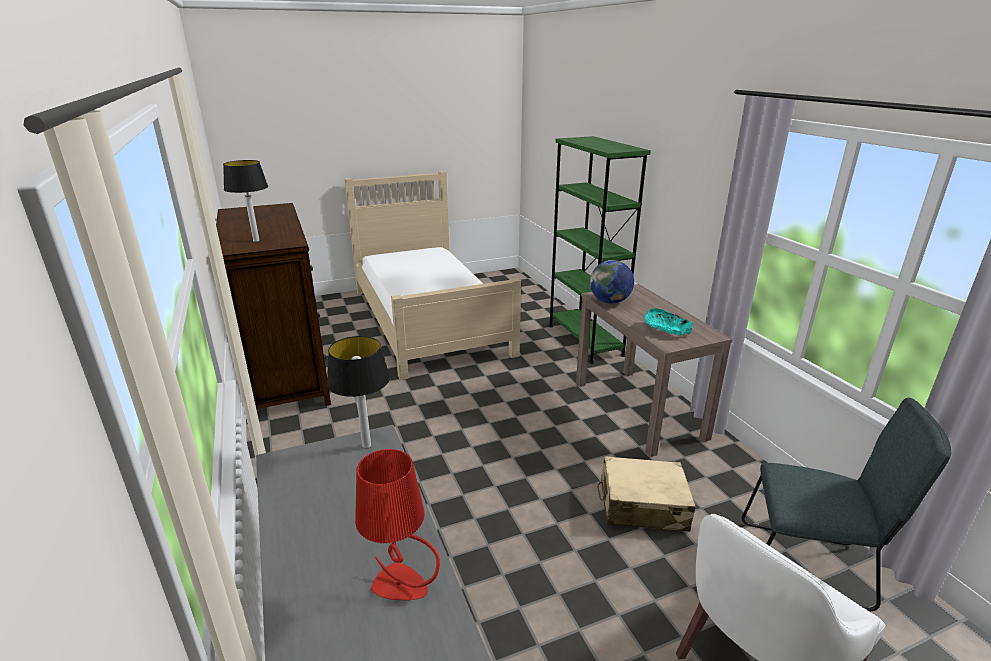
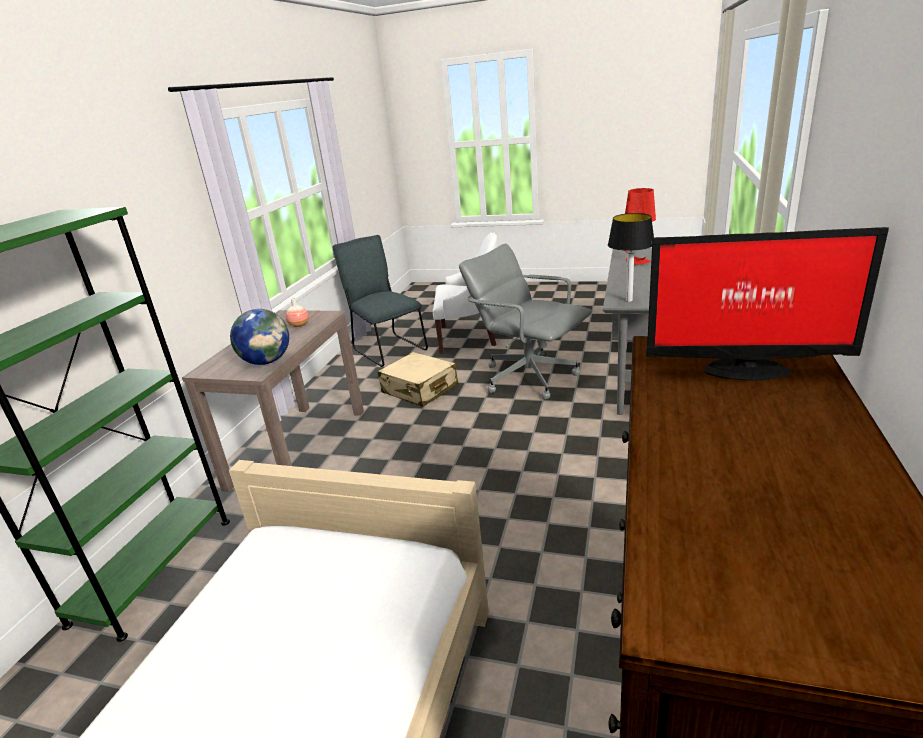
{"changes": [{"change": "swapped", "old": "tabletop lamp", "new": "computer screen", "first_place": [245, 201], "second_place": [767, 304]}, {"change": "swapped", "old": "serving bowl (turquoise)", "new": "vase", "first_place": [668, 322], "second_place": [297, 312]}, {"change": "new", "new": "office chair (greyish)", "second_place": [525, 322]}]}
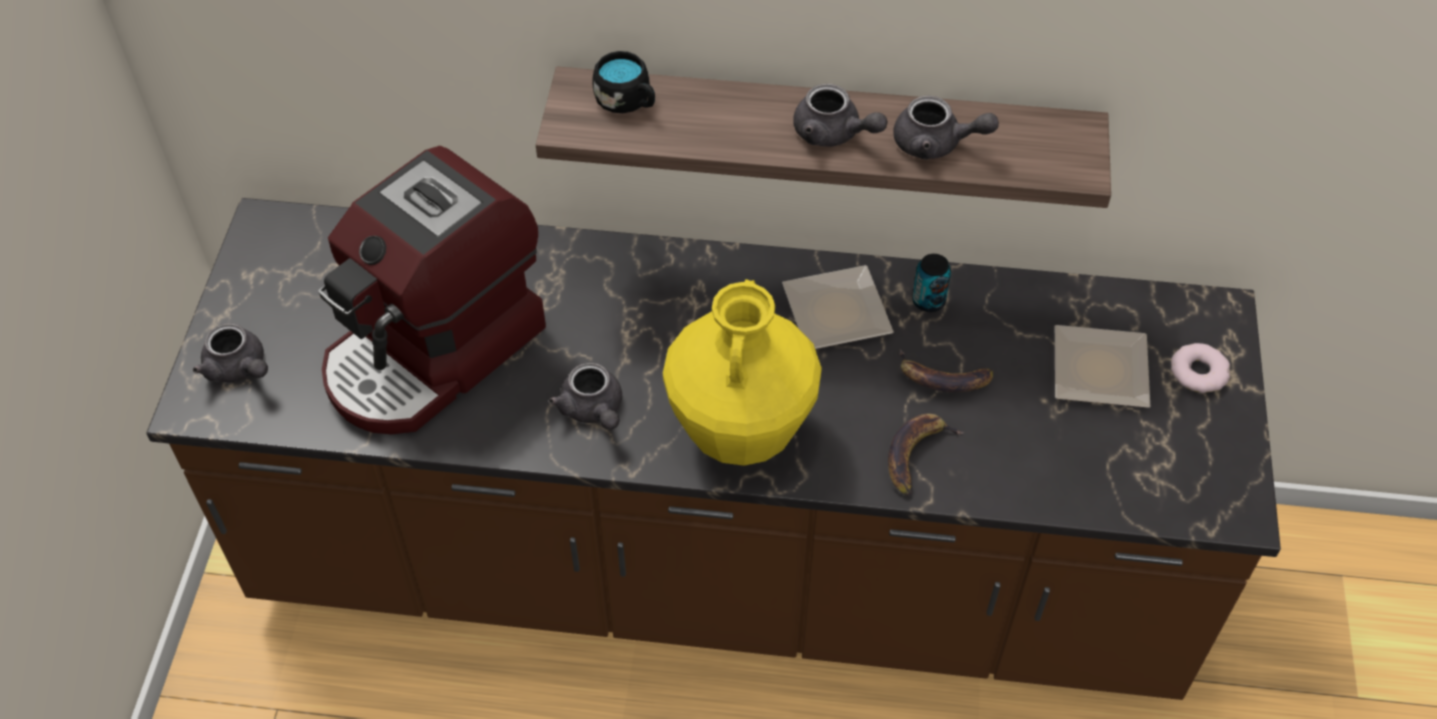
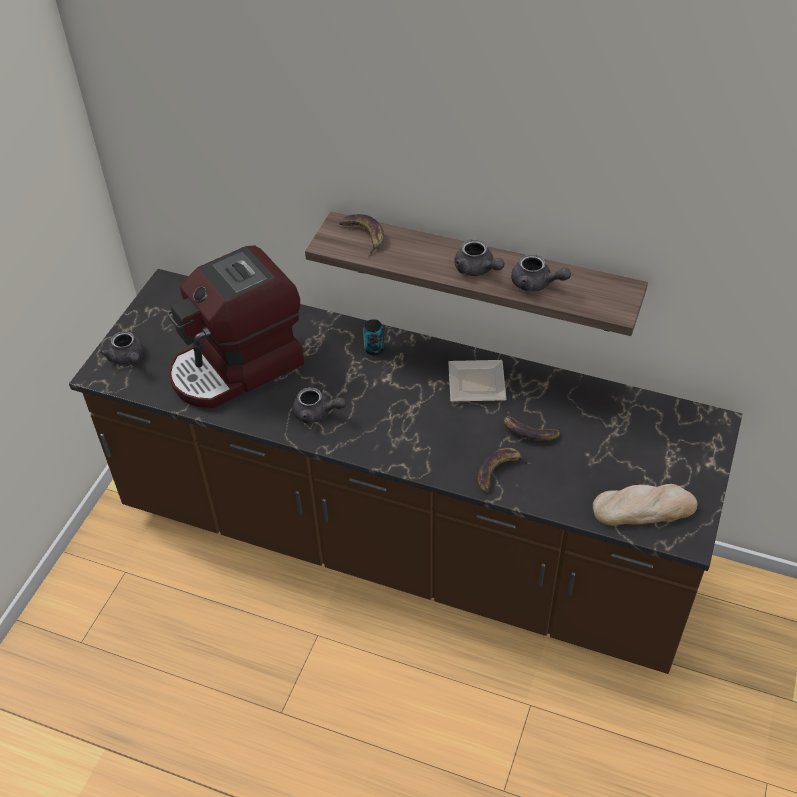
{"changes": [{"change": "swapped", "old": "coffee mug (black)", "new": "whole banana", "first_place": [623, 82], "second_place": [361, 235]}, {"change": "shifted", "old": "metal can", "first_place": [931, 283], "second_place": [373, 337]}, {"change": "gone", "old": "vase (yellowish)", "first_place": [742, 372]}, {"change": "gone", "old": "plate", "first_place": [1102, 366]}, {"change": "gone", "old": "doughnut", "first_place": [1200, 368]}, {"change": "rotated", "old": "pot for tea (greyish)", "first_place": [585, 396], "second_place": [319, 405], "degrees": -60}, {"change": "new", "new": "baked bread", "second_place": [645, 505]}]}
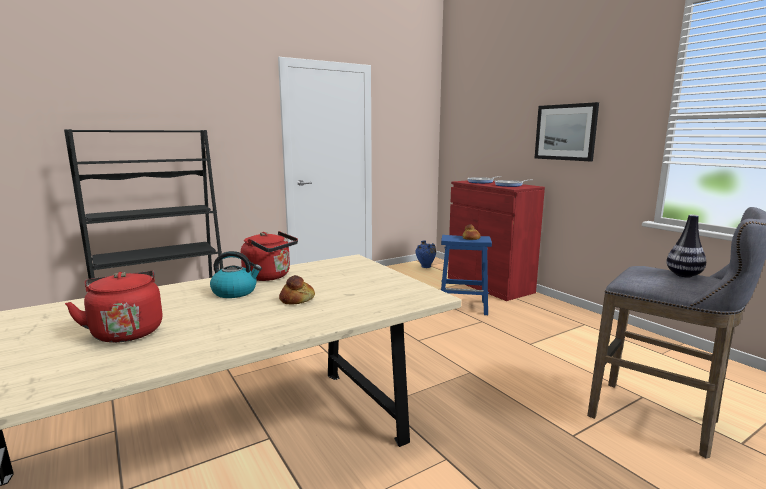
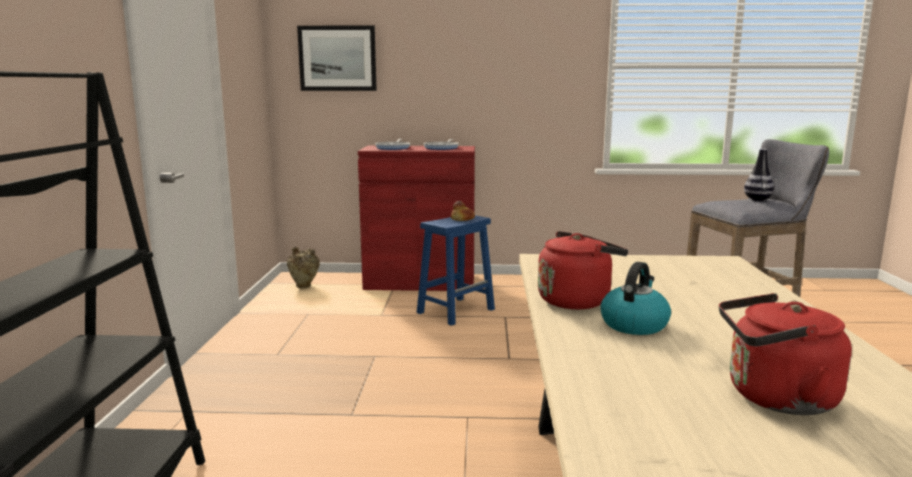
{"changes": [{"change": "shifted", "old": "wall picture", "first_place": [567, 131], "second_place": [337, 58]}, {"change": "repainted", "old": "vase (blue)", "new": "vase (beige-coloured)", "first_place": [426, 254], "second_place": [303, 267]}, {"change": "gone", "old": "baked bread", "first_place": [297, 289]}]}
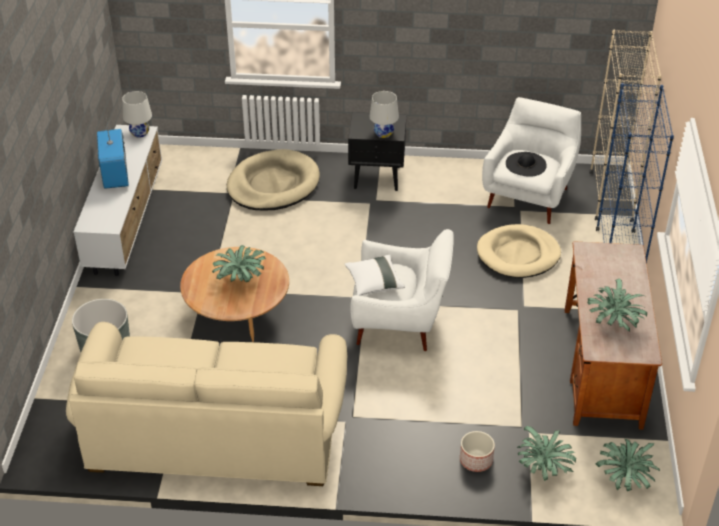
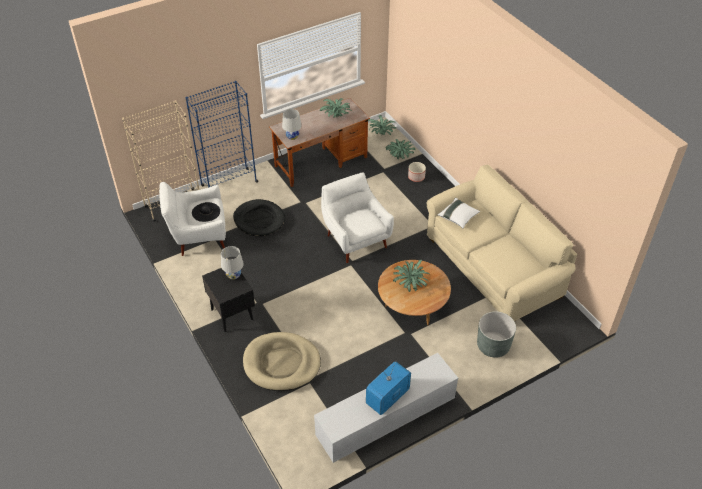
{"changes": [{"change": "shifted", "old": "tabletop lamp (whitish)", "first_place": [137, 114], "second_place": [292, 124]}, {"change": "repainted", "old": "dog cushion (beige-coloured)", "new": "dog cushion (black)", "first_place": [519, 251], "second_place": [259, 217]}, {"change": "shifted", "old": "throw pillow (whitish)", "first_place": [375, 275], "second_place": [459, 213]}]}
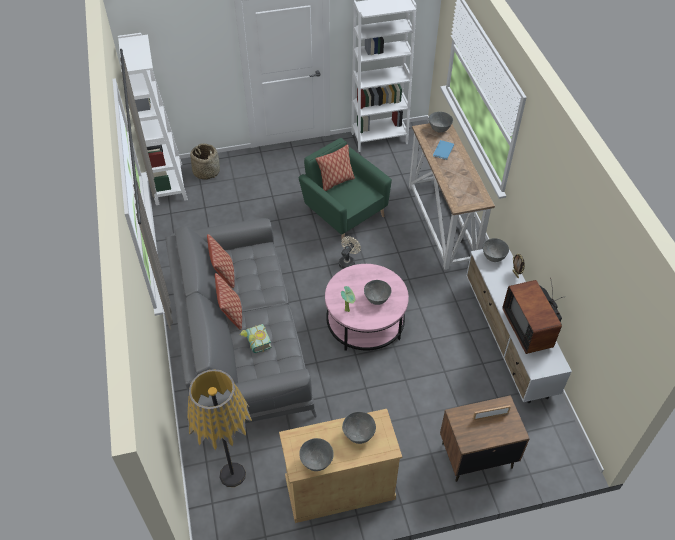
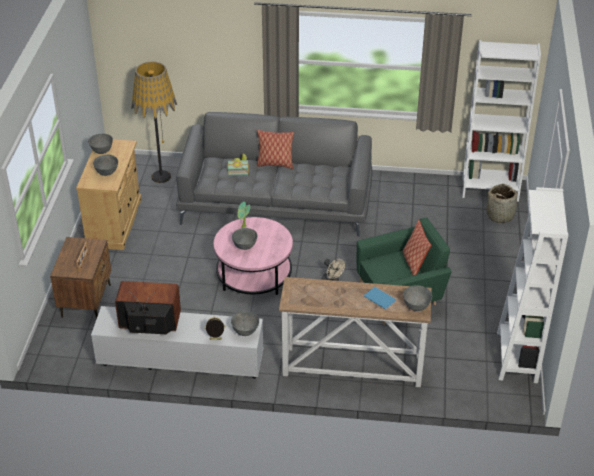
{"changes": [{"change": "gone", "old": "throw pillow", "first_place": [221, 261]}]}
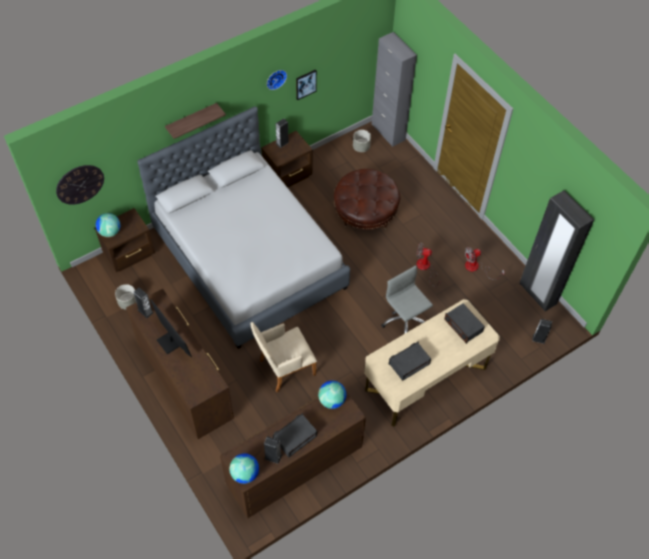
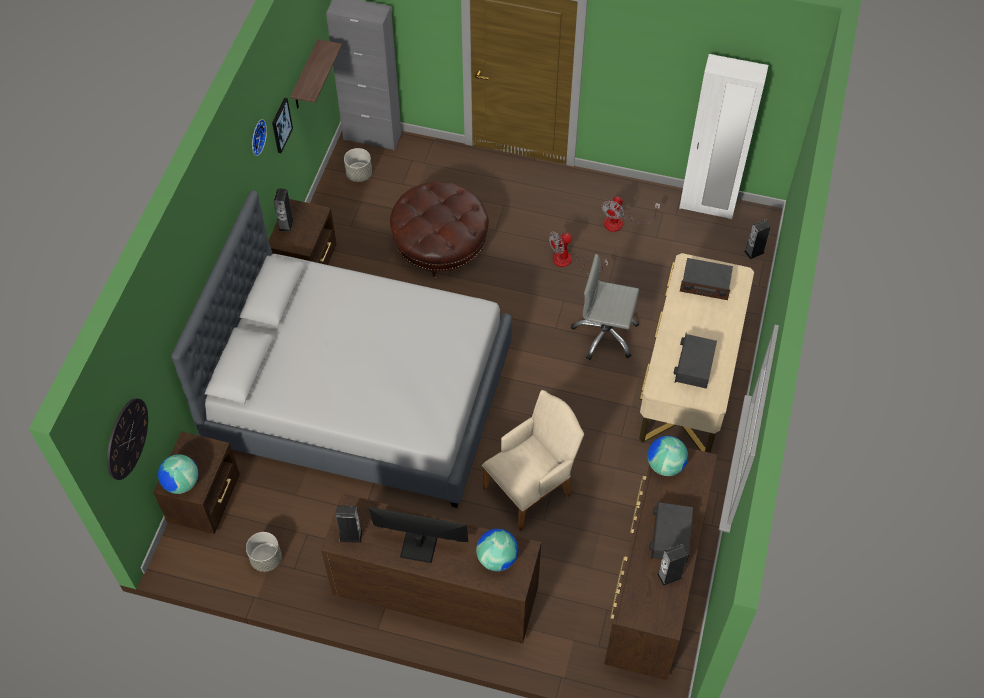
{"changes": [{"change": "shifted", "old": "shelf", "first_place": [195, 121], "second_place": [316, 73]}, {"change": "repainted", "old": "armoire (black)", "new": "armoire (whitish)", "first_place": [557, 250], "second_place": [723, 136]}, {"change": "rotated", "old": "easy chair (beige-coloured)", "first_place": [284, 357], "second_place": [533, 460], "degrees": -150}, {"change": "shifted", "old": "globe", "first_place": [244, 469], "second_place": [497, 550]}]}
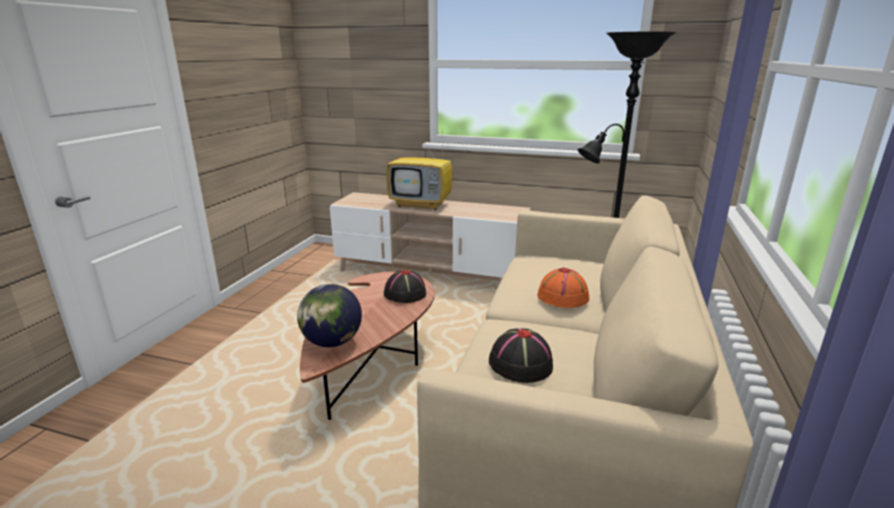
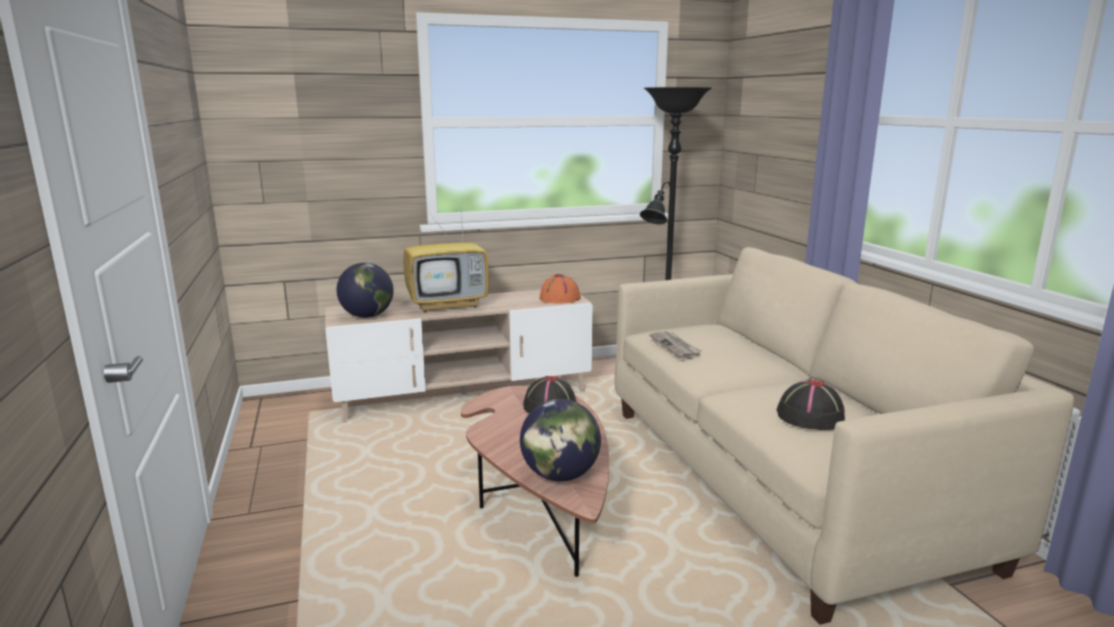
{"changes": [{"change": "shifted", "old": "wearable hat (orange-coloured)", "first_place": [563, 288], "second_place": [560, 288]}, {"change": "new", "new": "globe", "second_place": [365, 290]}, {"change": "new", "new": "daily paper", "second_place": [675, 345]}]}
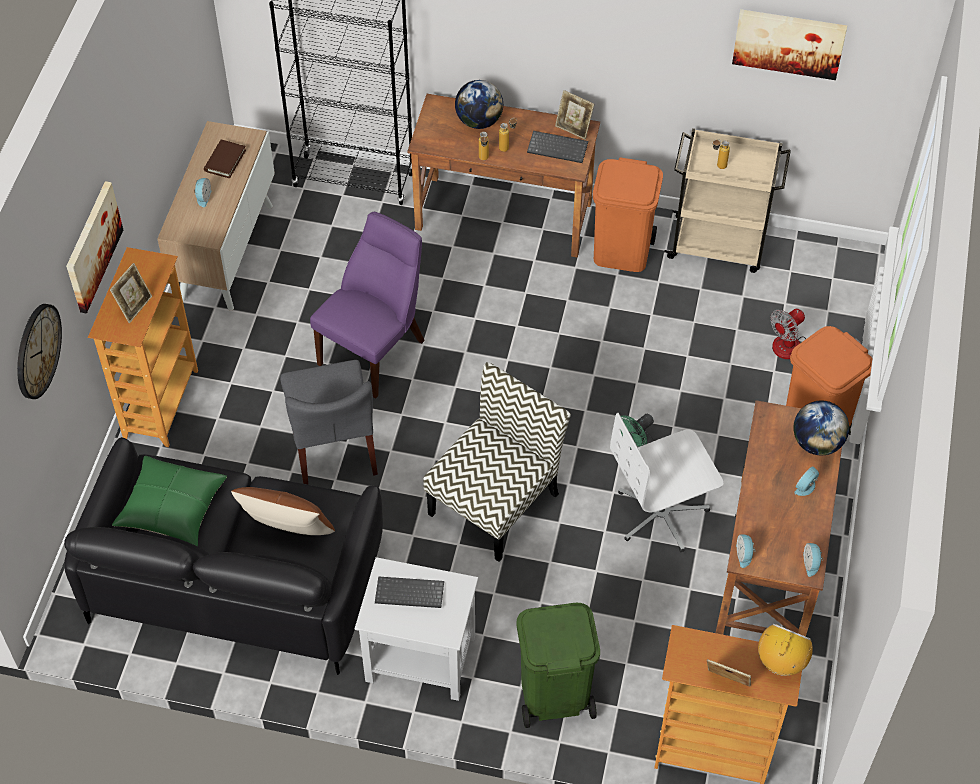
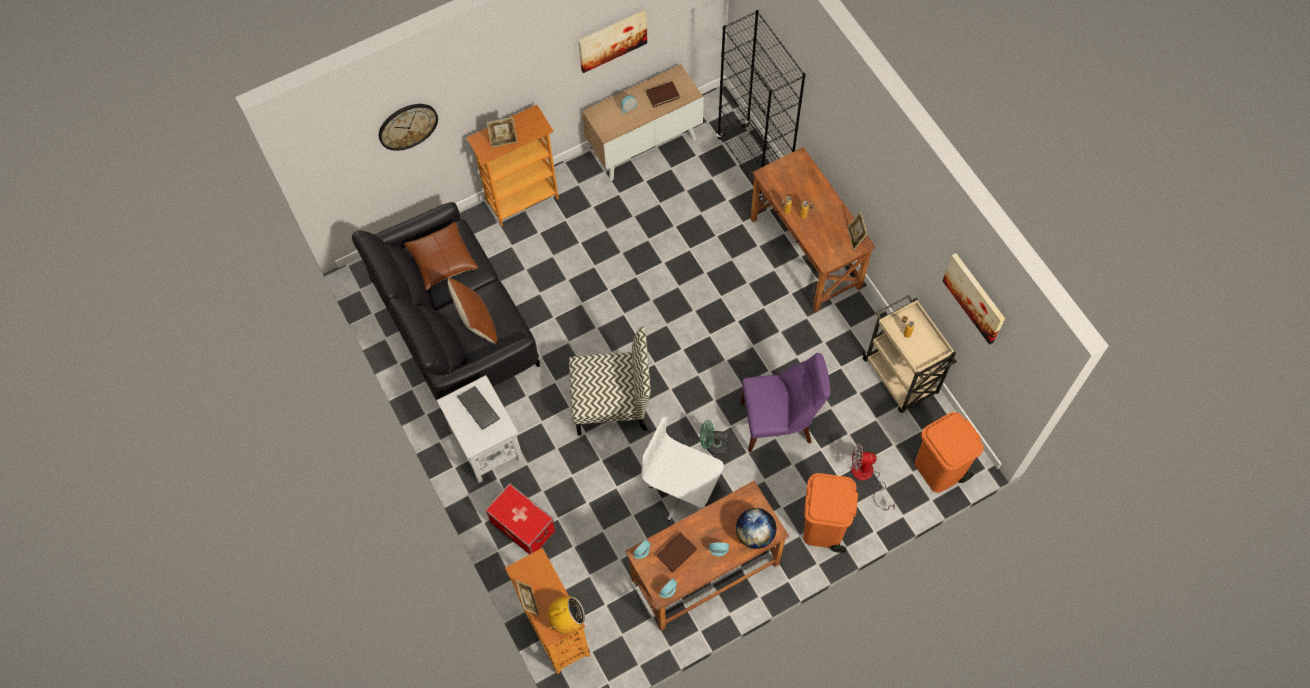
{"changes": [{"change": "gone", "old": "globe", "first_place": [479, 104]}, {"change": "gone", "old": "keyboard", "first_place": [557, 147]}, {"change": "shifted", "old": "rubbish bin (orange-coloured)", "first_place": [628, 214], "second_place": [949, 452]}, {"change": "shifted", "old": "wall picture", "first_place": [94, 247], "second_place": [612, 41]}, {"change": "shifted", "old": "chair (purplish)", "first_place": [367, 305], "second_place": [785, 402]}, {"change": "gone", "old": "chair (greyish)", "first_place": [329, 422]}, {"change": "repainted", "old": "throw pillow (greenish)", "new": "throw pillow (brownish)", "first_place": [169, 501], "second_place": [441, 256]}, {"change": "swapped", "old": "rubbish bin (greenish)", "new": "storage box", "first_place": [558, 665], "second_place": [520, 519]}, {"change": "new", "new": "bound book (brownish)", "second_place": [677, 552]}]}
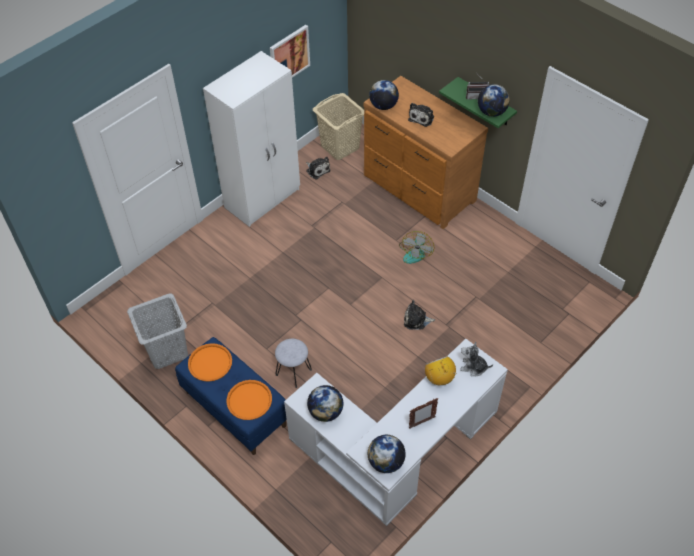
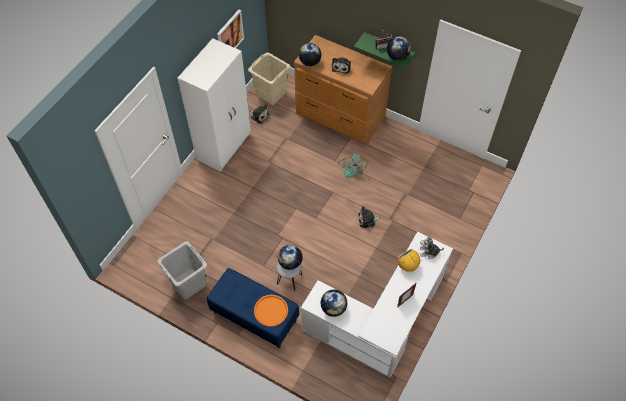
{"changes": [{"change": "gone", "old": "tray (orange-coloured)", "first_place": [210, 362]}, {"change": "shifted", "old": "globe", "first_place": [387, 454], "second_place": [290, 257]}]}
